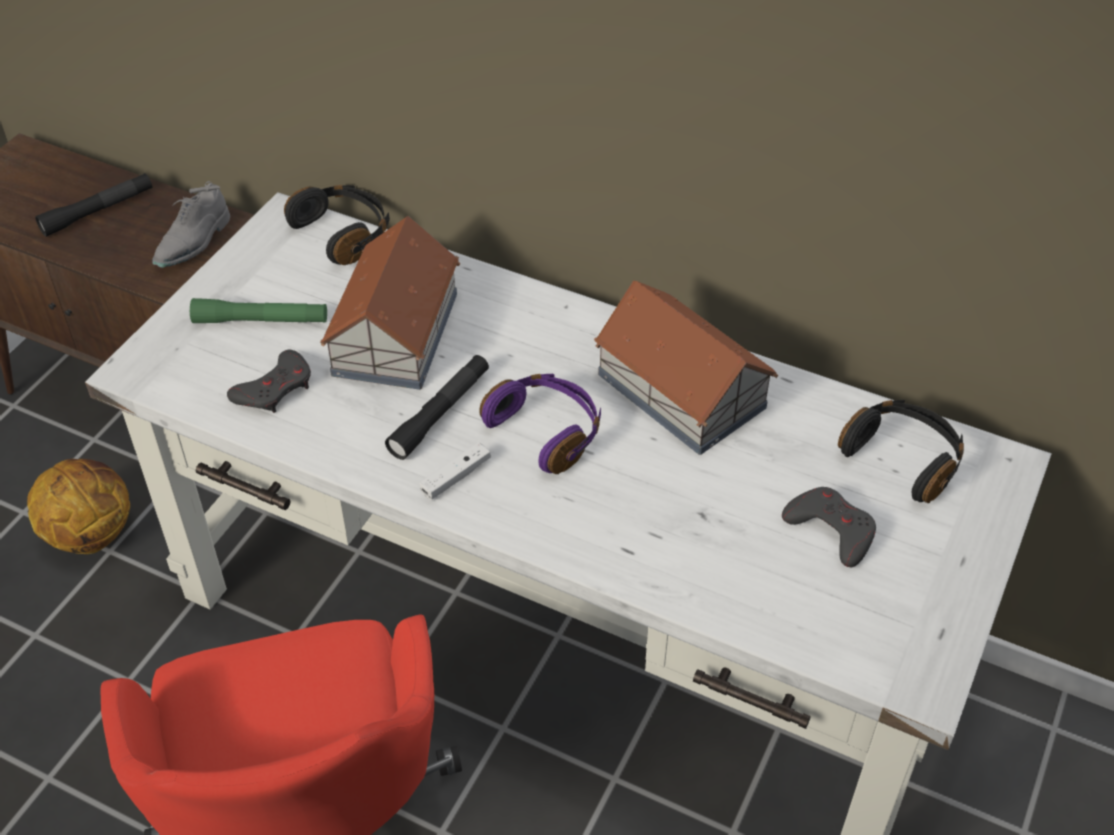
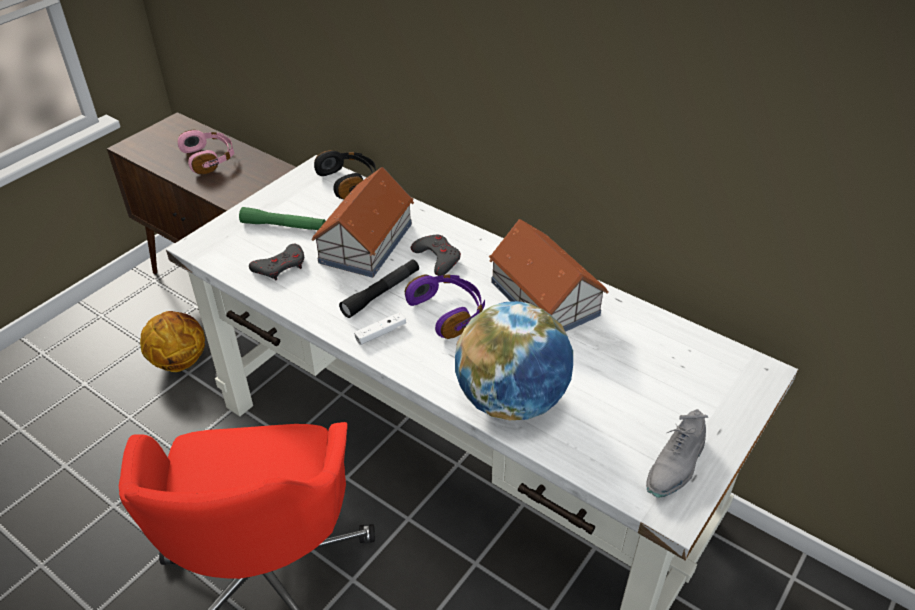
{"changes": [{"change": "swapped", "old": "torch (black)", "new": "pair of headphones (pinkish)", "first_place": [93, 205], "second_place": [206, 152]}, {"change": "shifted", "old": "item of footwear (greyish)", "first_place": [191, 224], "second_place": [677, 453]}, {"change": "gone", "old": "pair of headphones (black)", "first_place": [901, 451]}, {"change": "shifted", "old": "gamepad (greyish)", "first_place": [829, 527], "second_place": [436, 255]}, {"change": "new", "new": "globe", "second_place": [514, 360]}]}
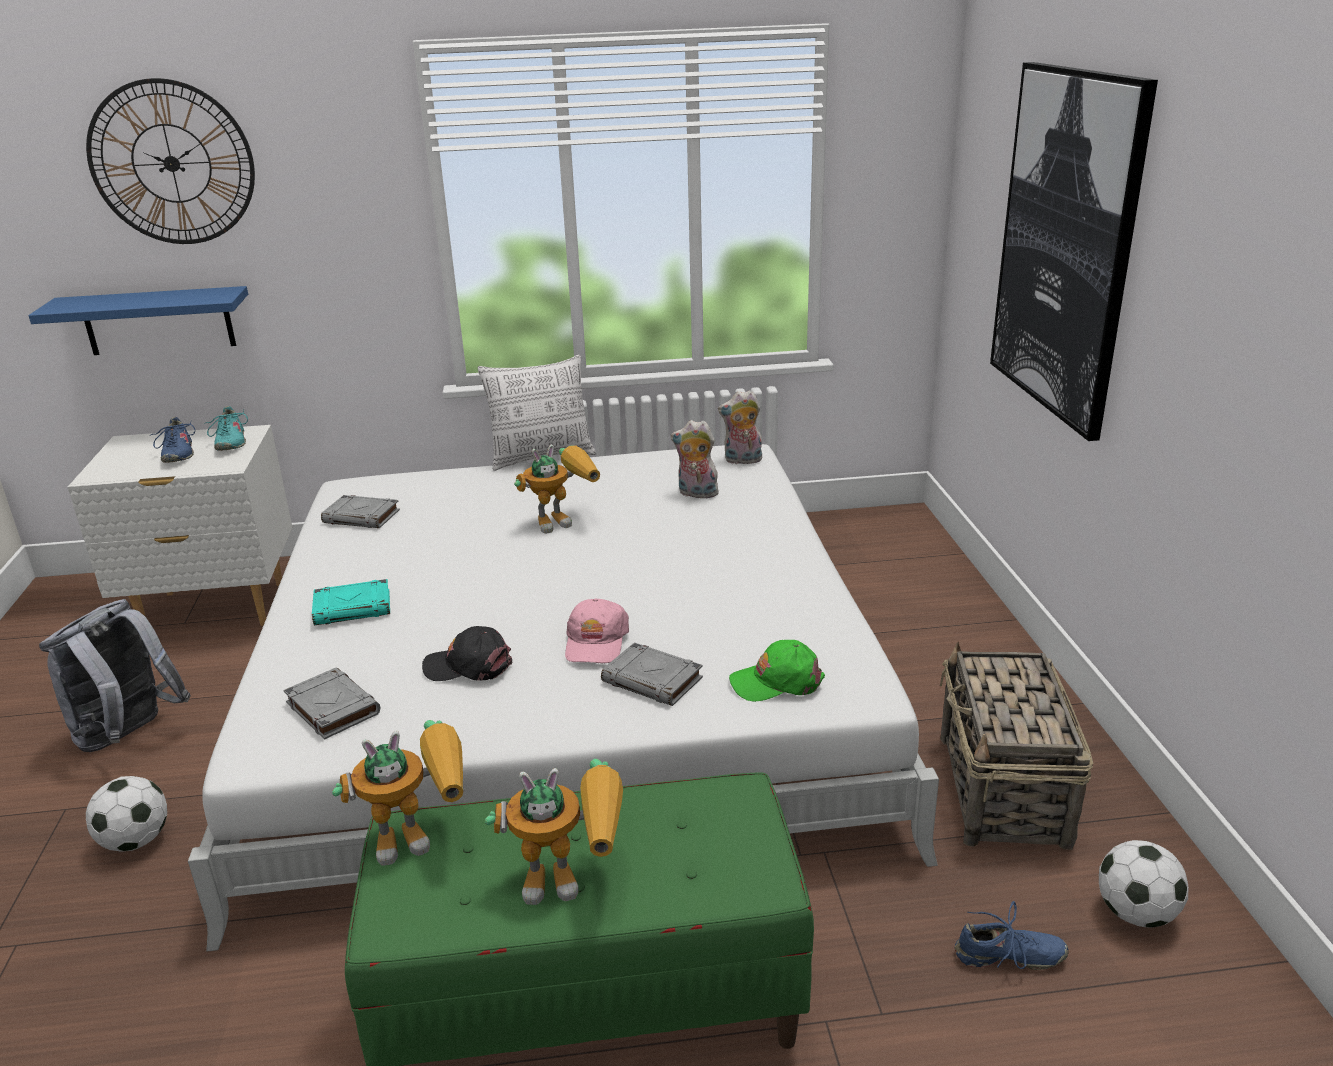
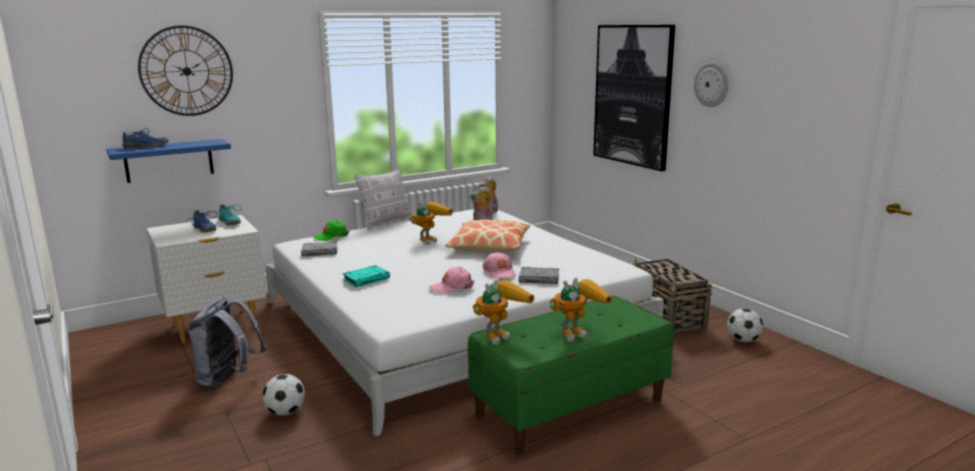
{"changes": [{"change": "repainted", "old": "peaked cap (black)", "new": "peaked cap (pinkish)", "first_place": [467, 653], "second_place": [452, 280]}, {"change": "shifted", "old": "peaked cap (greenish)", "first_place": [777, 671], "second_place": [331, 230]}, {"change": "gone", "old": "bound book (greyish)", "first_place": [332, 703]}, {"change": "shifted", "old": "item of footwear (blue)", "first_place": [1012, 935], "second_place": [145, 138]}, {"change": "new", "new": "wall clock", "second_place": [711, 84]}, {"change": "new", "new": "throw pillow", "second_place": [487, 236]}]}
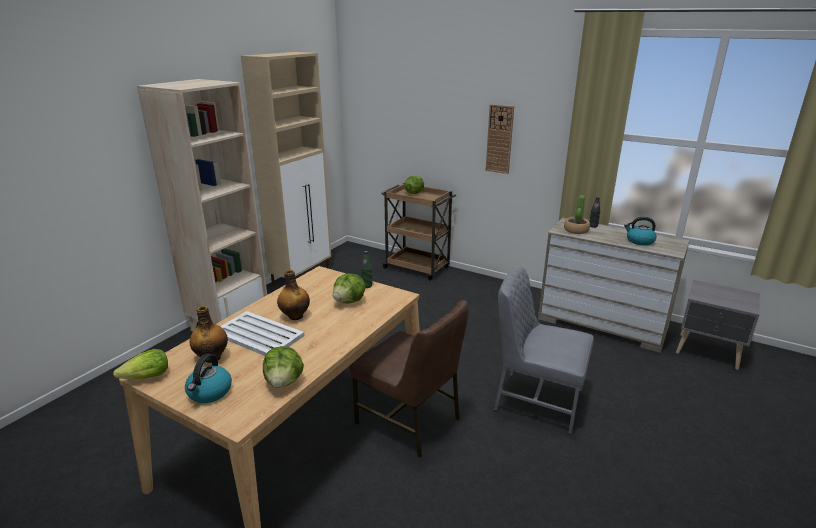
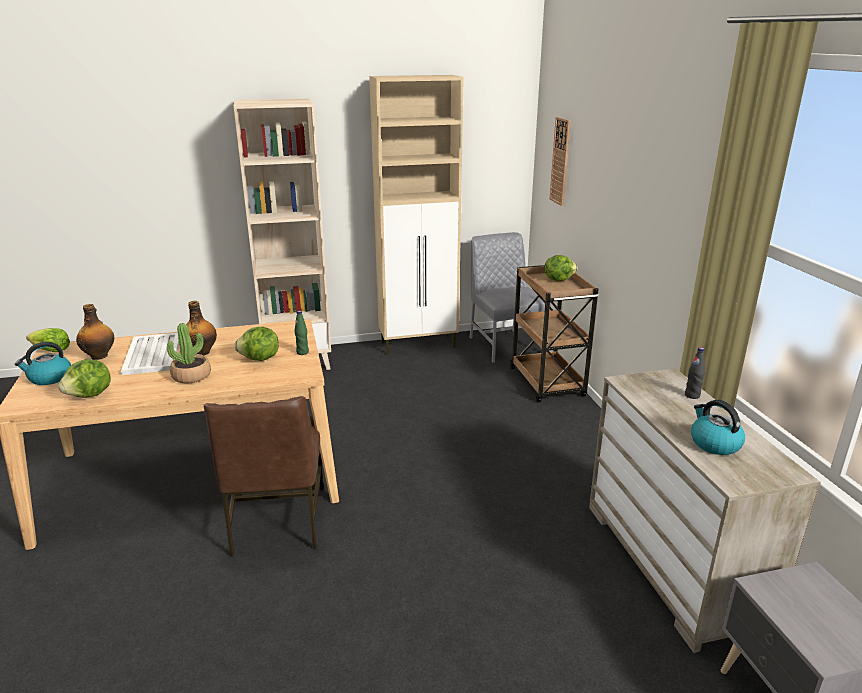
{"changes": [{"change": "shifted", "old": "wall clock", "first_place": [500, 139], "second_place": [560, 161]}, {"change": "shifted", "old": "plant in a pot", "first_place": [577, 214], "second_place": [189, 353]}, {"change": "shifted", "old": "chair (greyish)", "first_place": [544, 350], "second_place": [510, 297]}]}
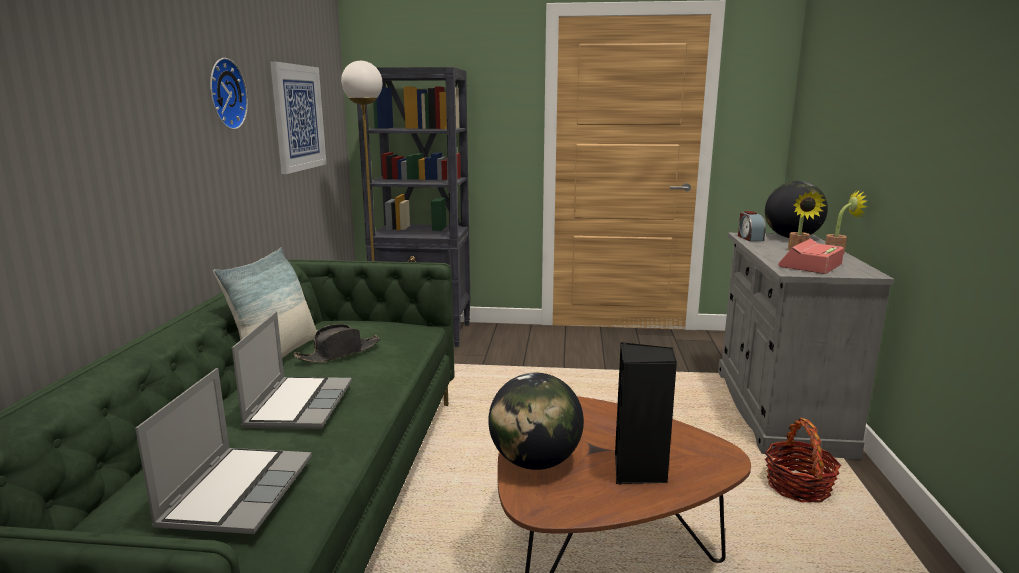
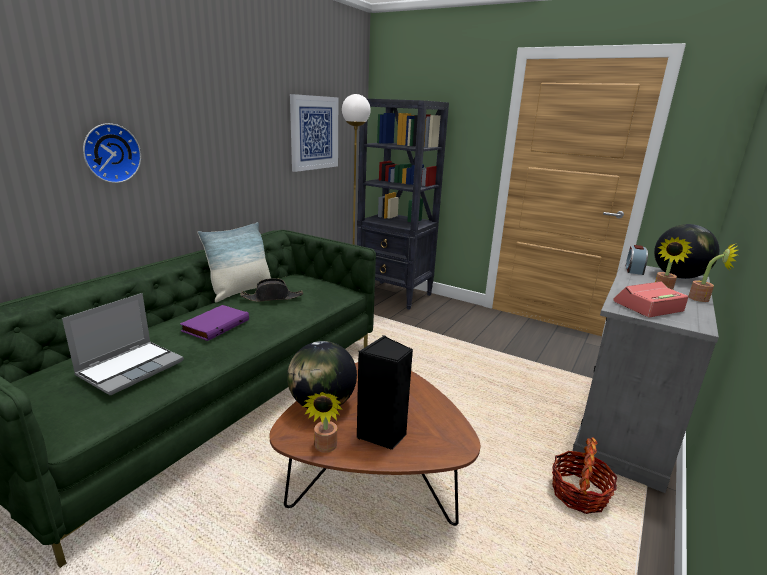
{"changes": [{"change": "shifted", "old": "wall clock", "first_place": [229, 94], "second_place": [112, 153]}, {"change": "swapped", "old": "laptop", "new": "bound book (purplish)", "first_place": [292, 370], "second_place": [214, 323]}, {"change": "new", "new": "plant in a pot", "second_place": [323, 422]}]}
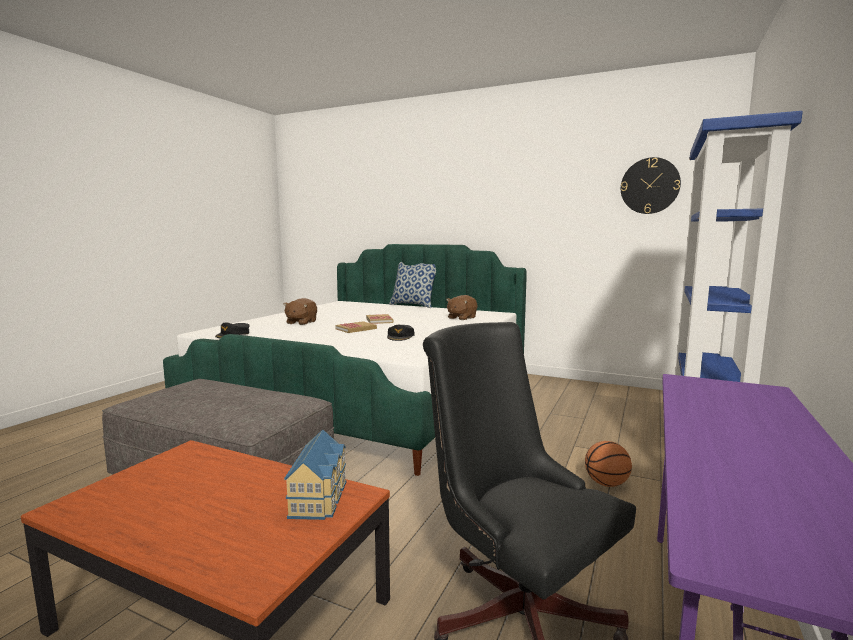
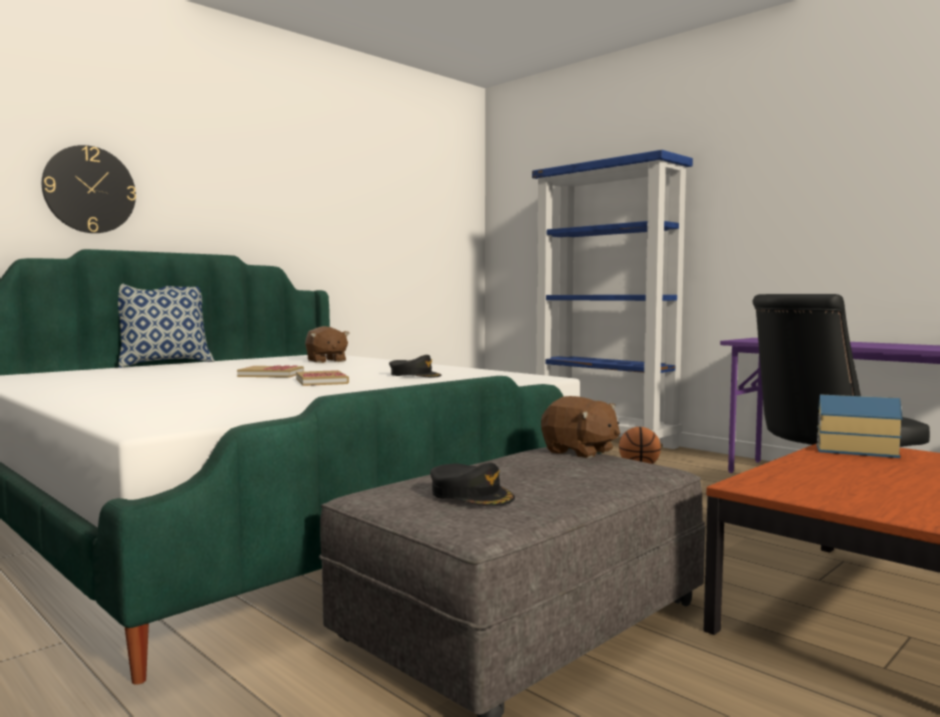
{"changes": [{"change": "shifted", "old": "wall clock", "first_place": [651, 185], "second_place": [89, 189]}, {"change": "shifted", "old": "plush toy (brownish)", "first_place": [300, 311], "second_place": [580, 427]}, {"change": "shifted", "old": "peaked cap (black)", "first_place": [232, 330], "second_place": [472, 484]}]}
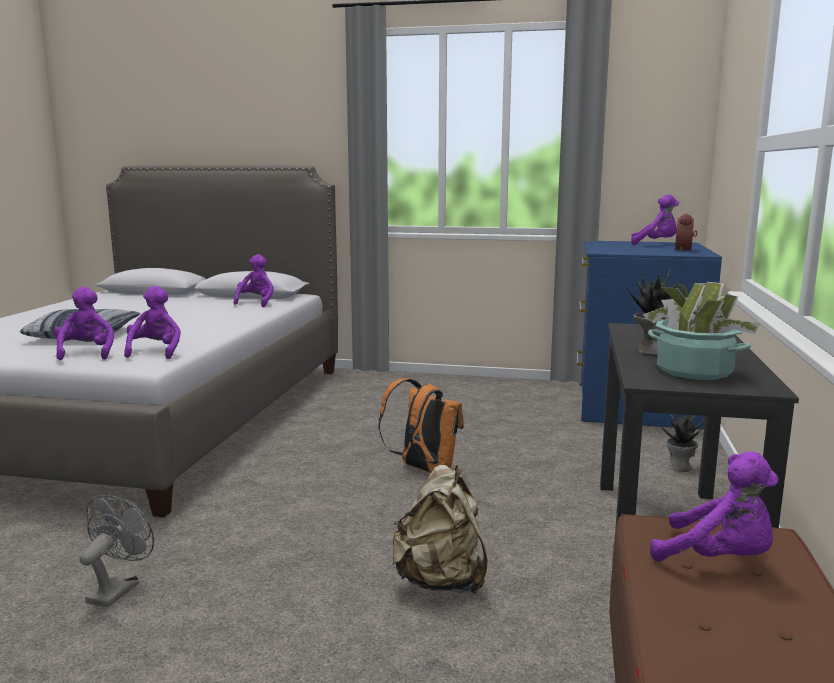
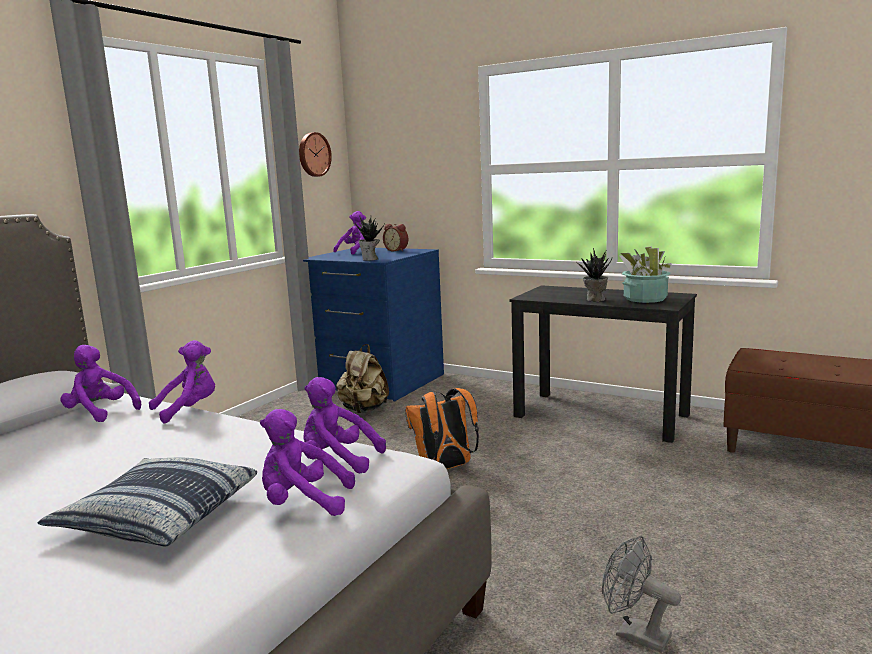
{"changes": [{"change": "shifted", "old": "plant in a pot", "first_place": [681, 443], "second_place": [370, 238]}, {"change": "shifted", "old": "plush toy (purplish)", "first_place": [714, 506], "second_place": [182, 382]}, {"change": "shifted", "old": "knapsack (beige-coloured)", "first_place": [440, 529], "second_place": [362, 378]}, {"change": "new", "new": "wall clock", "second_place": [315, 154]}]}
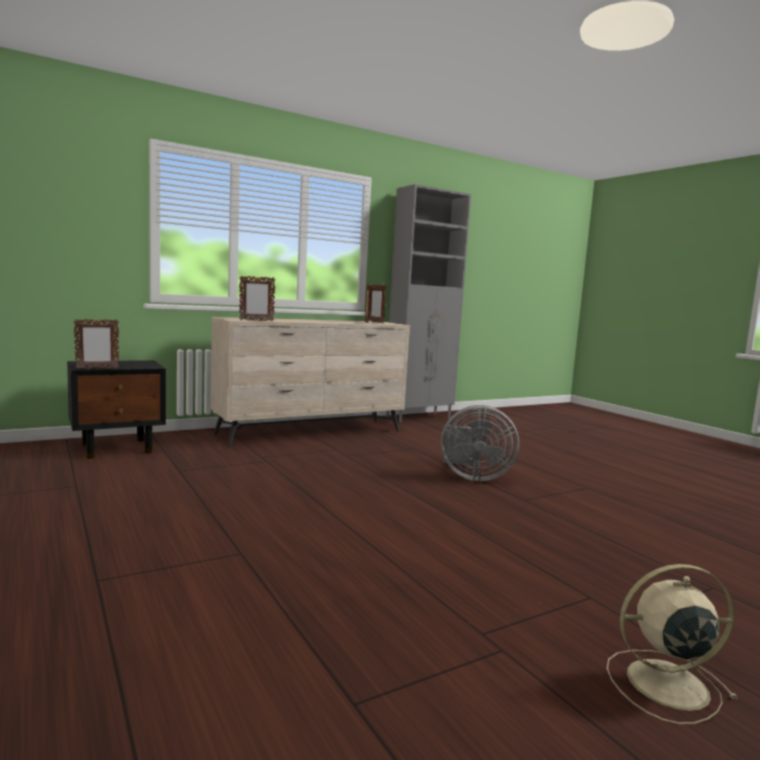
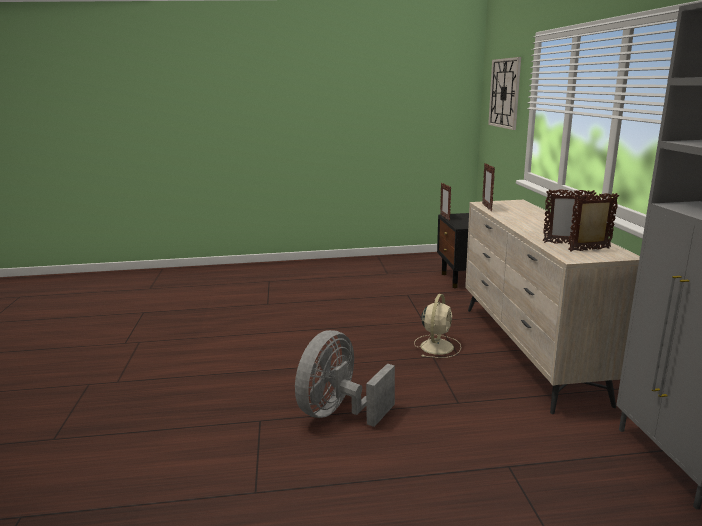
{"changes": [{"change": "shifted", "old": "electric fan (beige-coloured)", "first_place": [672, 644], "second_place": [437, 326]}, {"change": "new", "new": "wall clock", "second_place": [504, 93]}]}
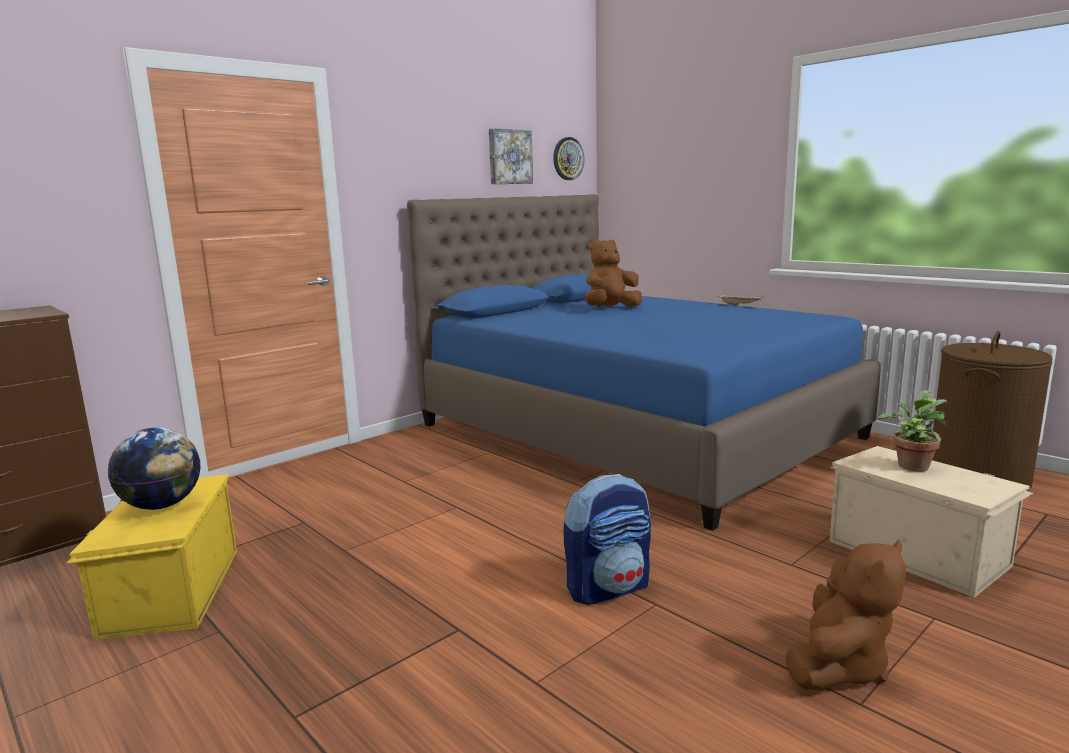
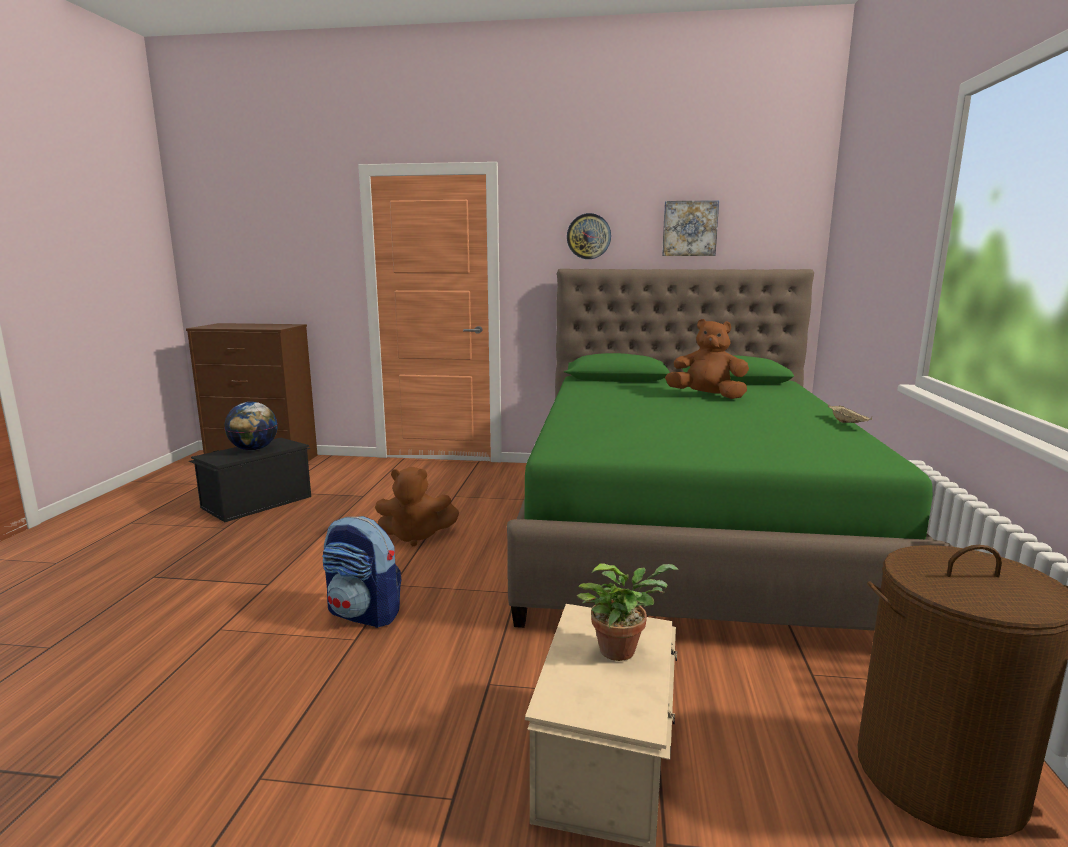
{"changes": [{"change": "shifted", "old": "wall clock", "first_place": [568, 158], "second_place": [589, 236]}, {"change": "repainted", "old": "bedroom bed (blue)", "new": "bedroom bed (greenish)", "first_place": [643, 362], "second_place": [730, 450]}, {"change": "repainted", "old": "storage box (yellowish)", "new": "storage box (black)", "first_place": [151, 557], "second_place": [250, 480]}, {"change": "shifted", "old": "plush toy (brownish)", "first_place": [845, 615], "second_place": [417, 506]}]}
